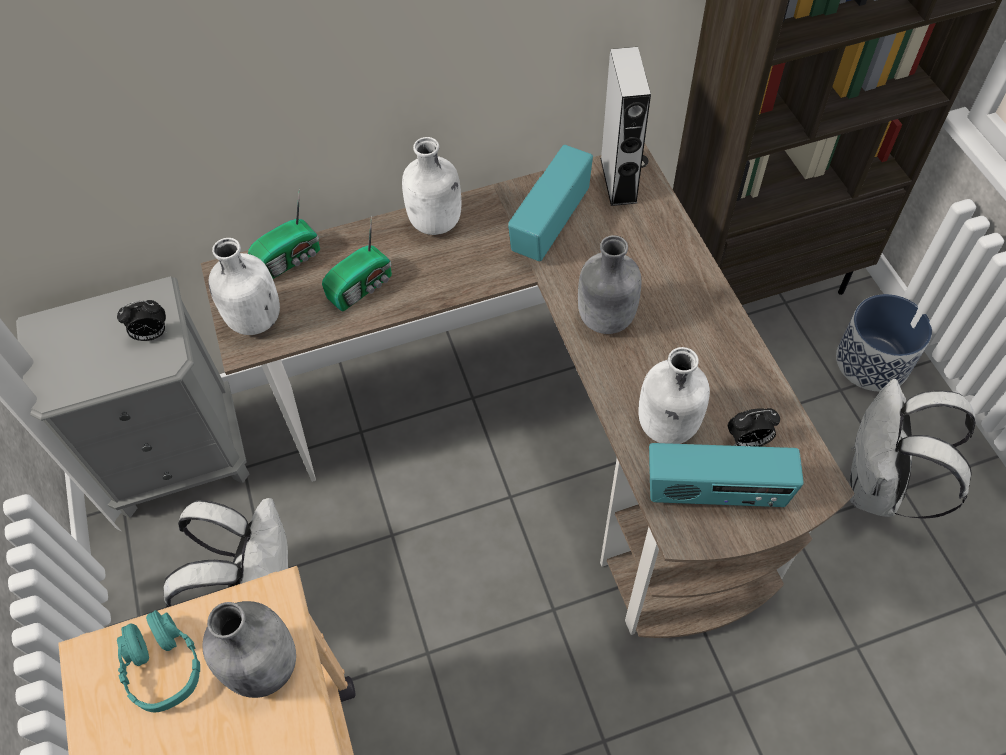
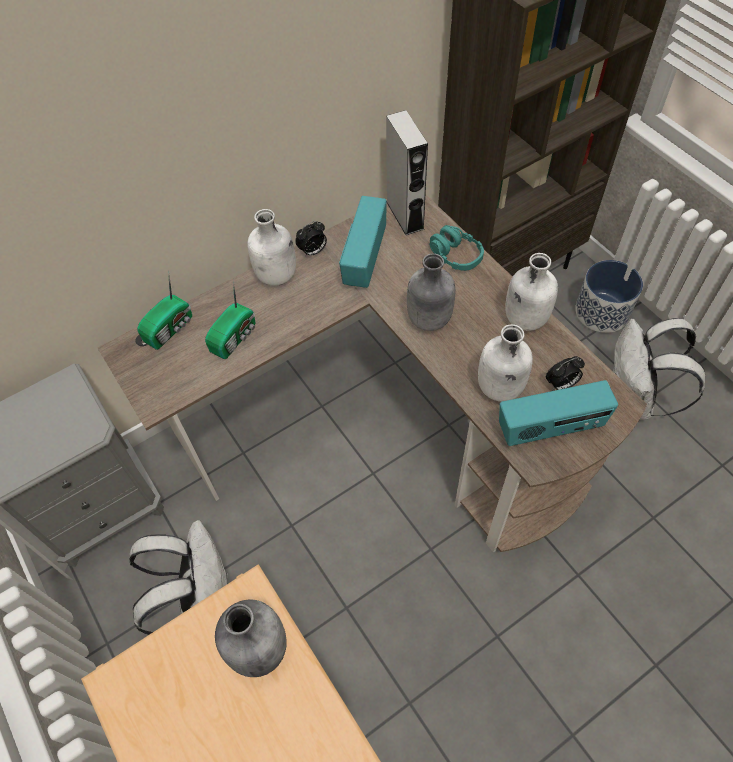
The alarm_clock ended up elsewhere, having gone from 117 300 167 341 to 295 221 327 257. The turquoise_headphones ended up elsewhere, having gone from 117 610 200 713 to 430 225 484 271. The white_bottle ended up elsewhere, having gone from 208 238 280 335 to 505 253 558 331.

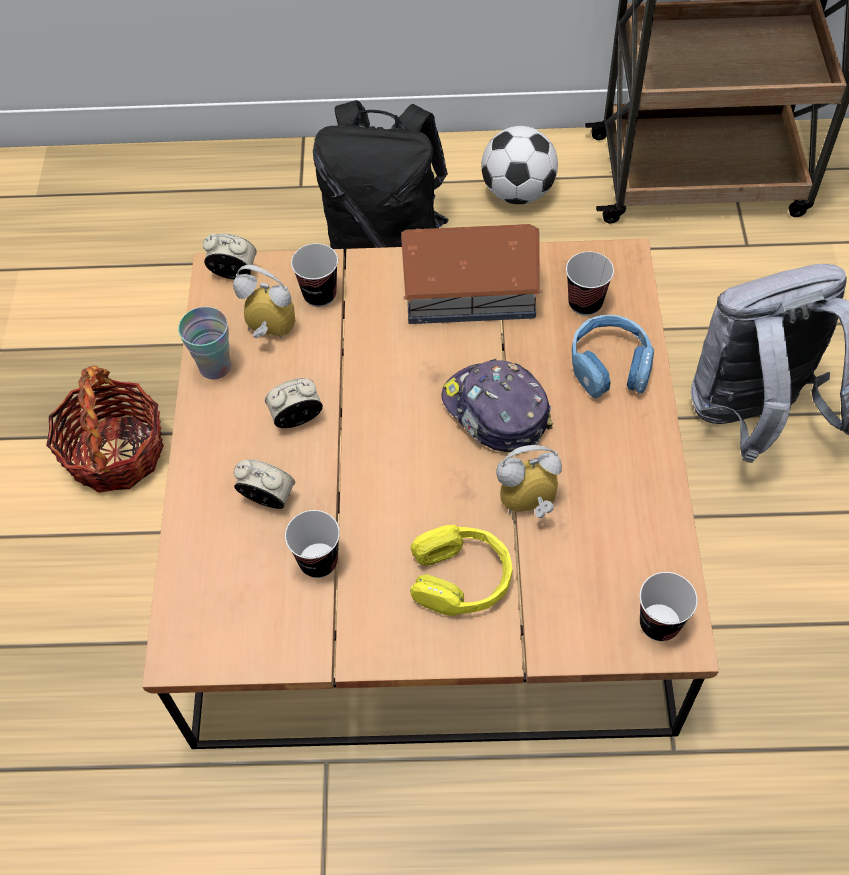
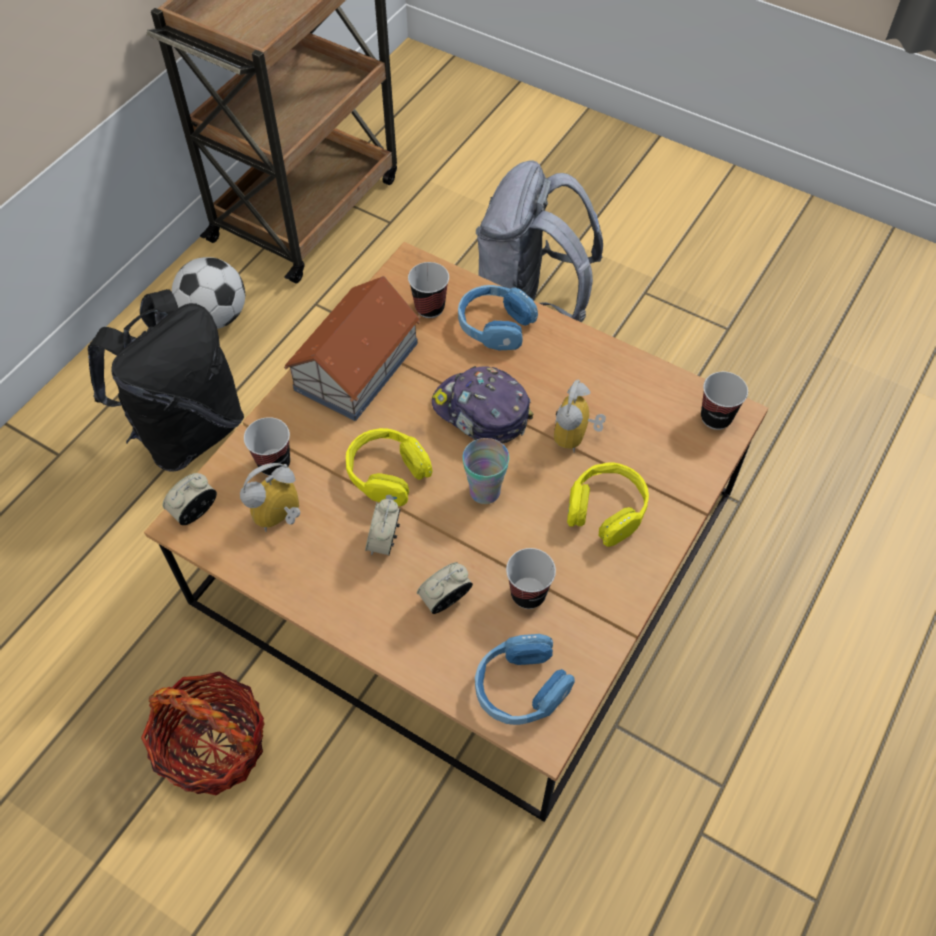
The cup ended up elsewhere, having gone from 178 307 231 379 to 462 438 509 504. The cap at 442 359 553 452 ended up facing another way, 45 degrees clockwise from before. The second view gained the yellow_headphones at 346 428 433 506. The second view gained the blue_headphones at 475 634 575 725.

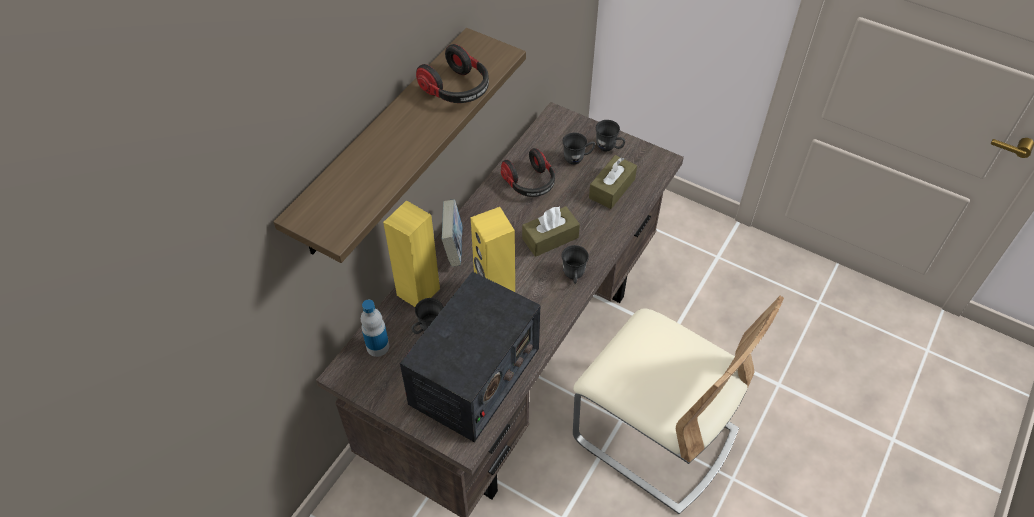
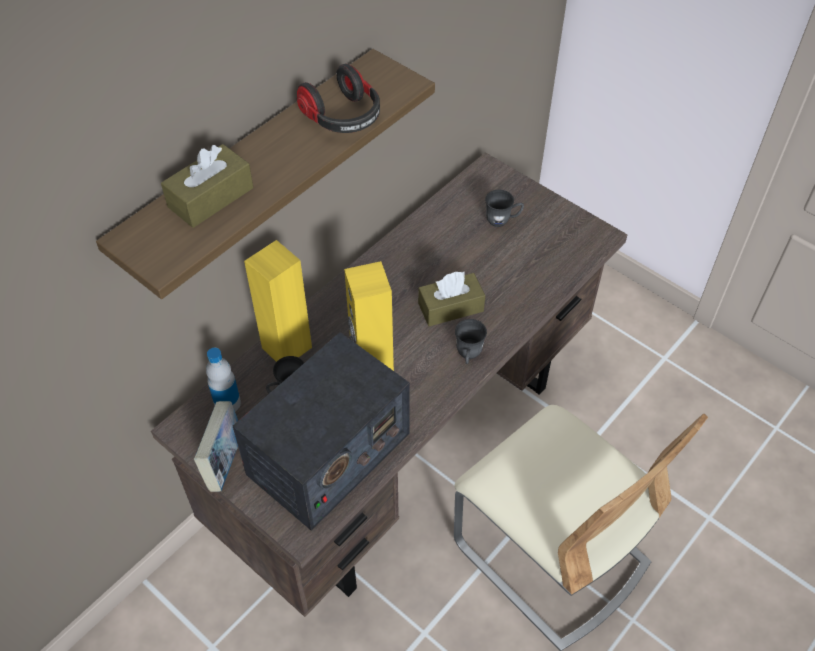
The book ended up elsewhere, having gone from 442 200 462 267 to 194 401 238 492. The second view lost the headphones at 501 148 555 197. The brown_tissue_box ended up elsewhere, having gone from 589 155 637 209 to 161 144 253 228. The second view lost the grey_mug at 596 120 625 152.

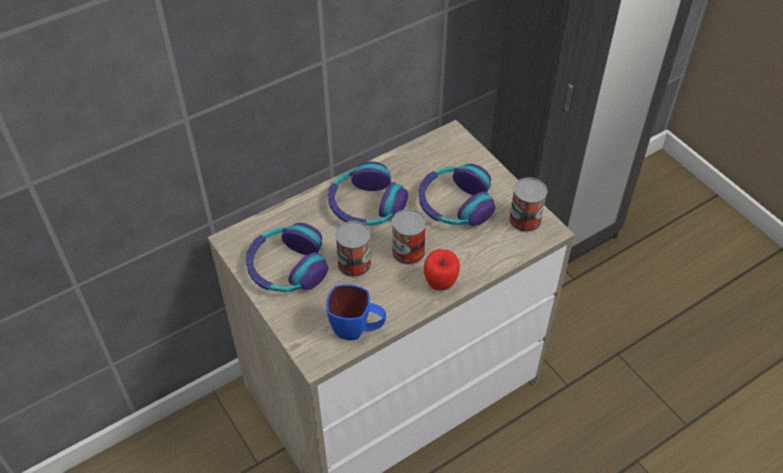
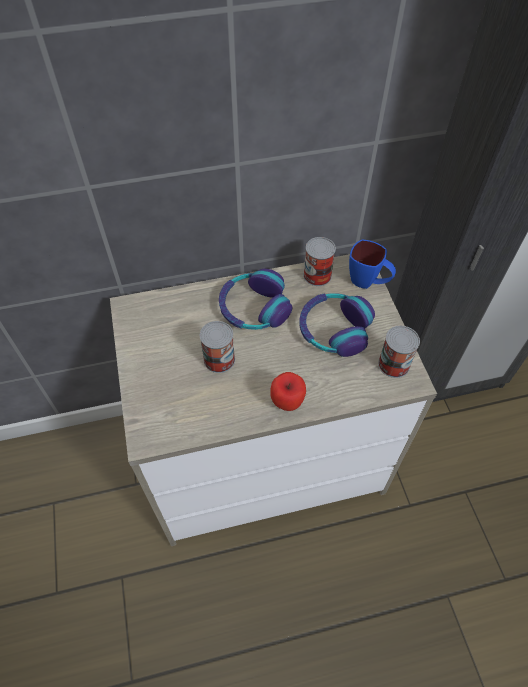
The second view lost the headphones at 246 223 328 292. The blue_mug ended up elsewhere, having gone from 326 284 386 340 to 349 240 396 289. The can ended up elsewhere, having gone from 392 209 426 265 to 303 237 336 286.

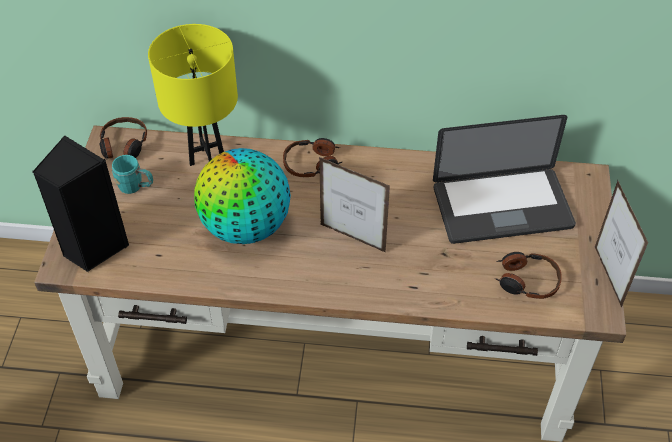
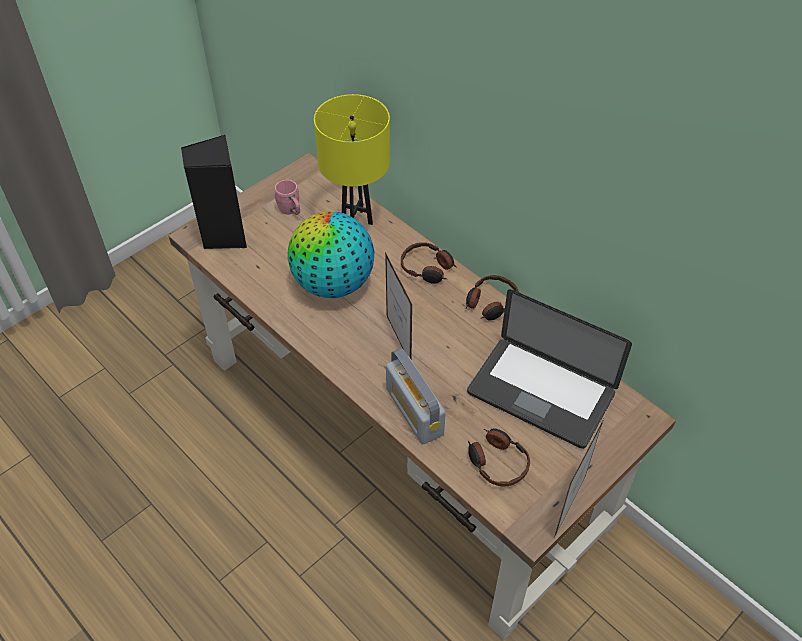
The headphones ended up elsewhere, having gone from 100 117 147 159 to 466 275 519 321. What was the turquoise_mug at 112 155 153 194 turned into the pink_mug at 274 180 300 215. The second view gained the radio at 386 348 446 444.

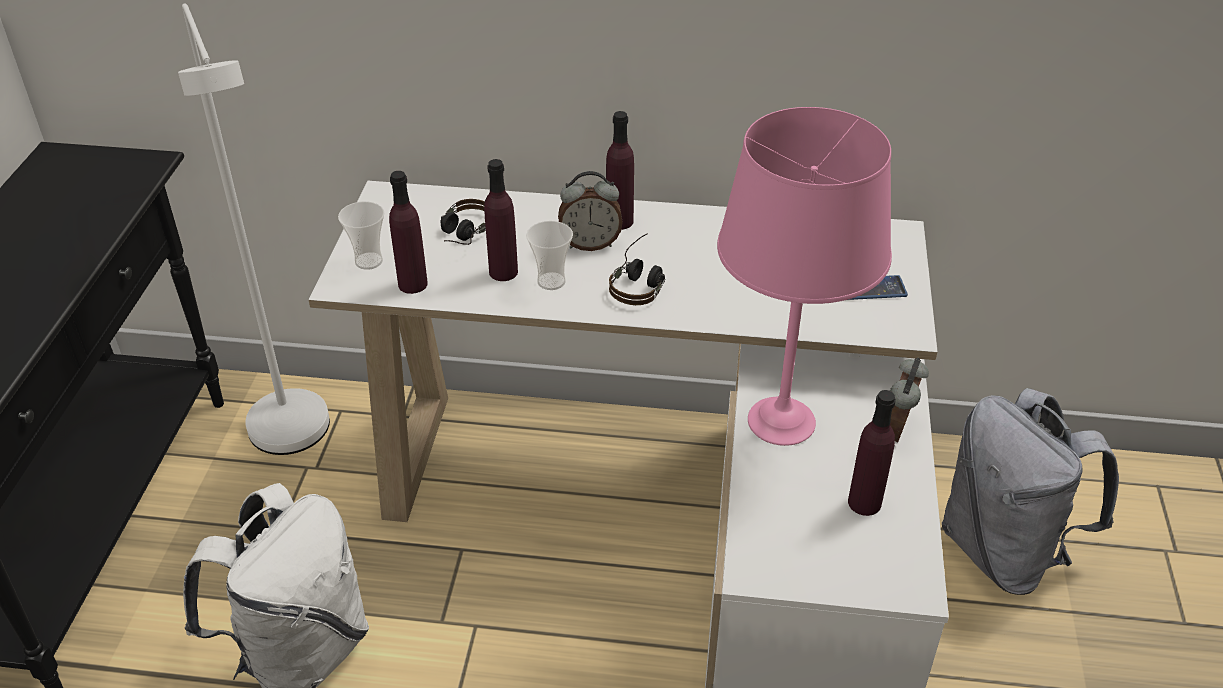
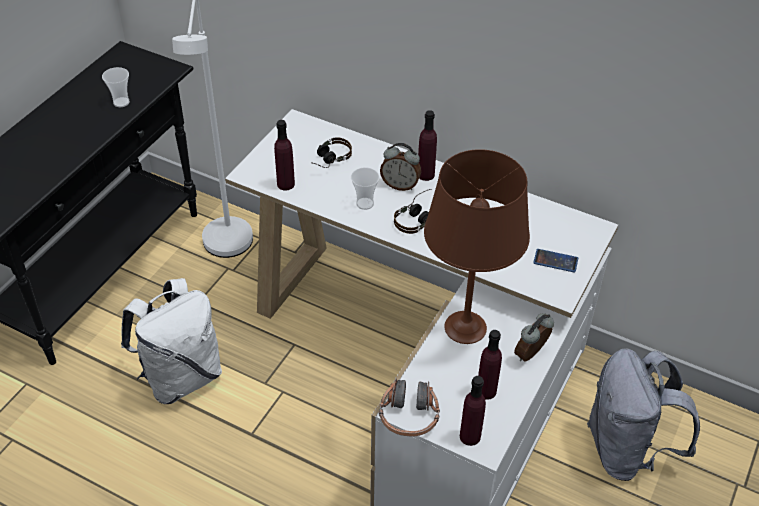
The cup ended up elsewhere, having gone from 338 201 384 270 to 102 67 130 107. The purple_bottle ended up elsewhere, having gone from 484 159 518 281 to 460 376 486 446. What was the pink_table_lamp at 717 107 892 446 turned into the brown_table_lamp at 424 149 530 344. The second view gained the headphones at 379 379 440 437.

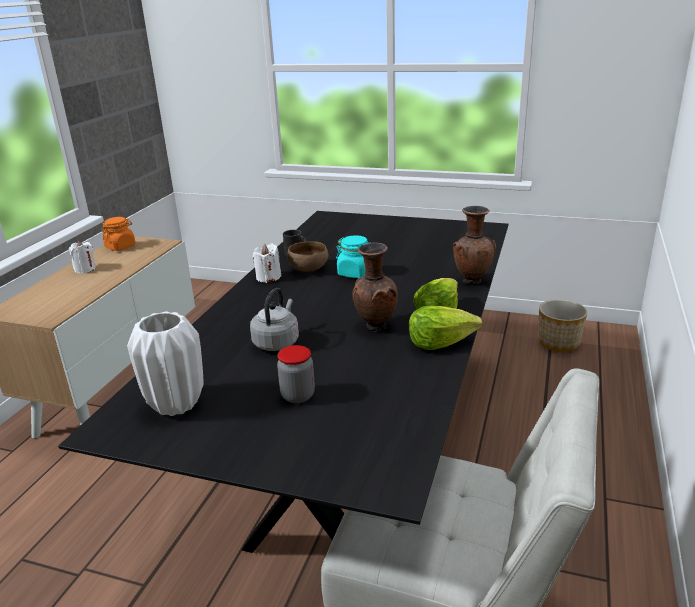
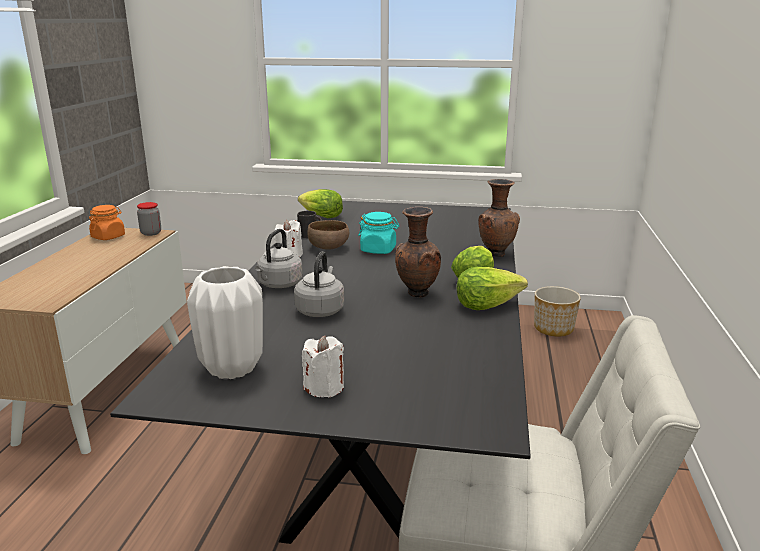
The white_candle ended up elsewhere, having gone from 69 241 96 273 to 302 336 344 398. The jar ended up elsewhere, having gone from 277 345 315 403 to 137 202 161 236. The second view gained the grey_kettle at 255 229 303 288. The second view gained the lettuce at 298 189 343 218.

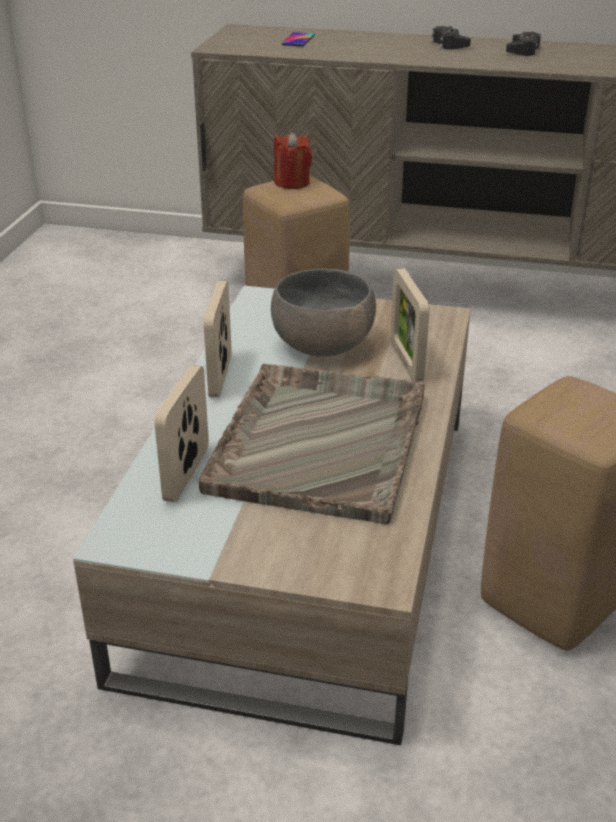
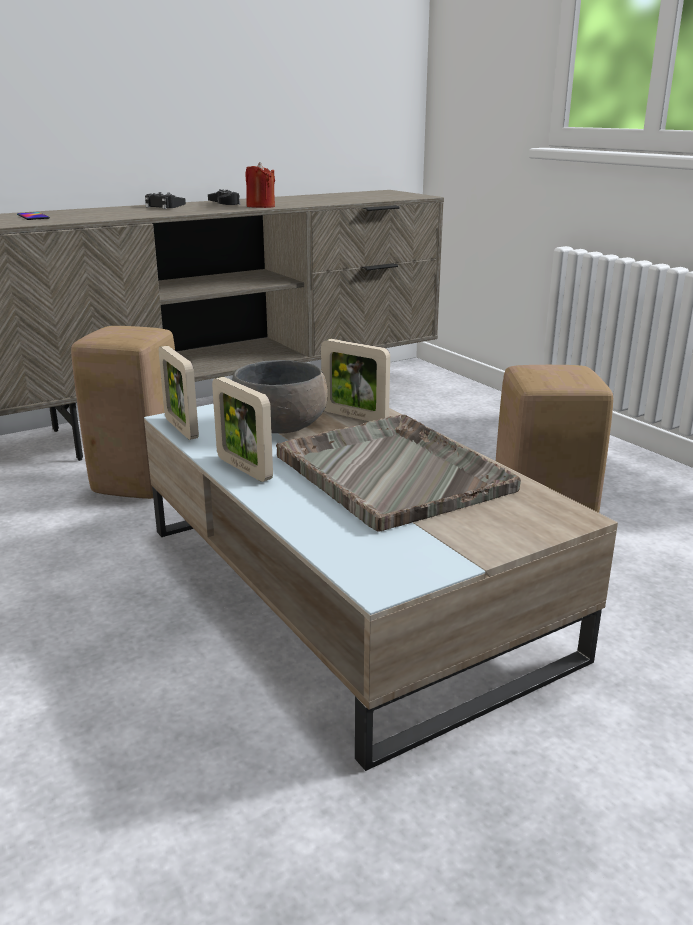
The picture_frame ended up elsewhere, having gone from 155 365 209 502 to 159 346 199 440. The red_candle ended up elsewhere, having gone from 274 132 312 189 to 245 162 275 208.

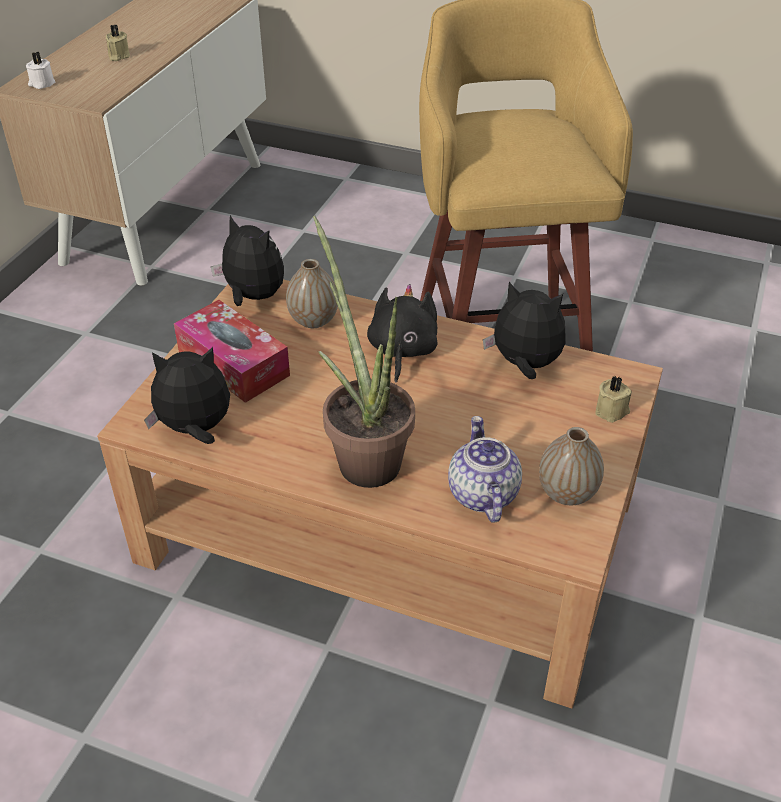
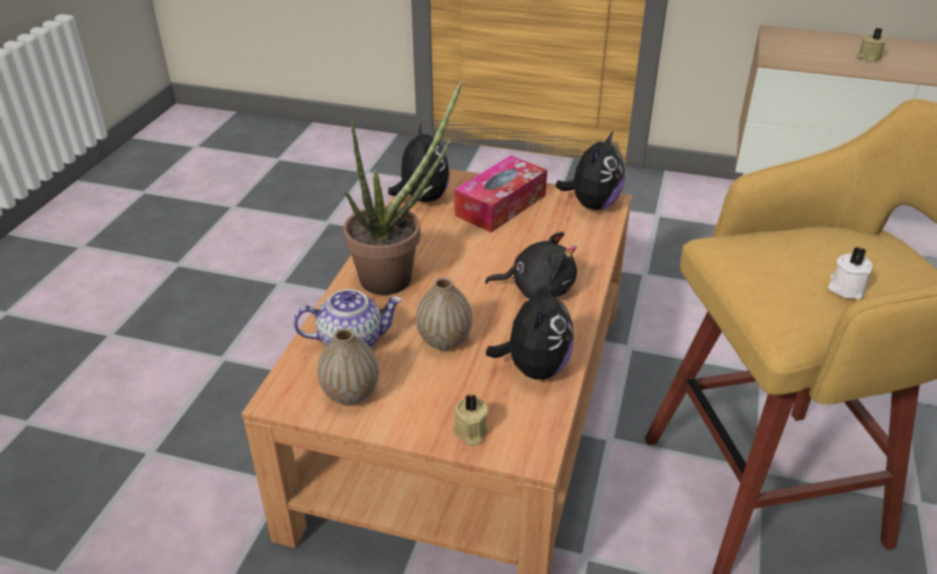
The white_candle ended up elsewhere, having gone from 26 52 55 89 to 828 247 873 299. The vase ended up elsewhere, having gone from 286 259 338 328 to 416 277 472 350.

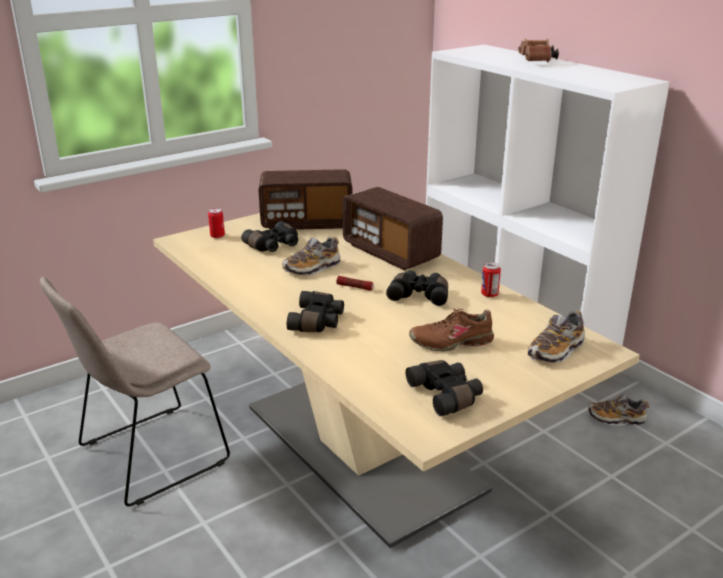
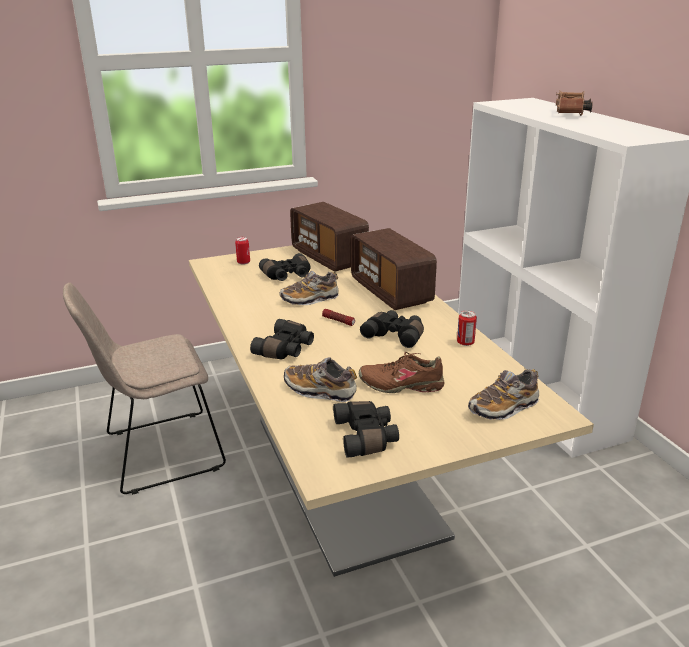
The radio at 259 169 353 230 ended up facing another way, 45 degrees clockwise from before. The shoe ended up elsewhere, having gone from 588 394 649 426 to 284 357 357 402.

